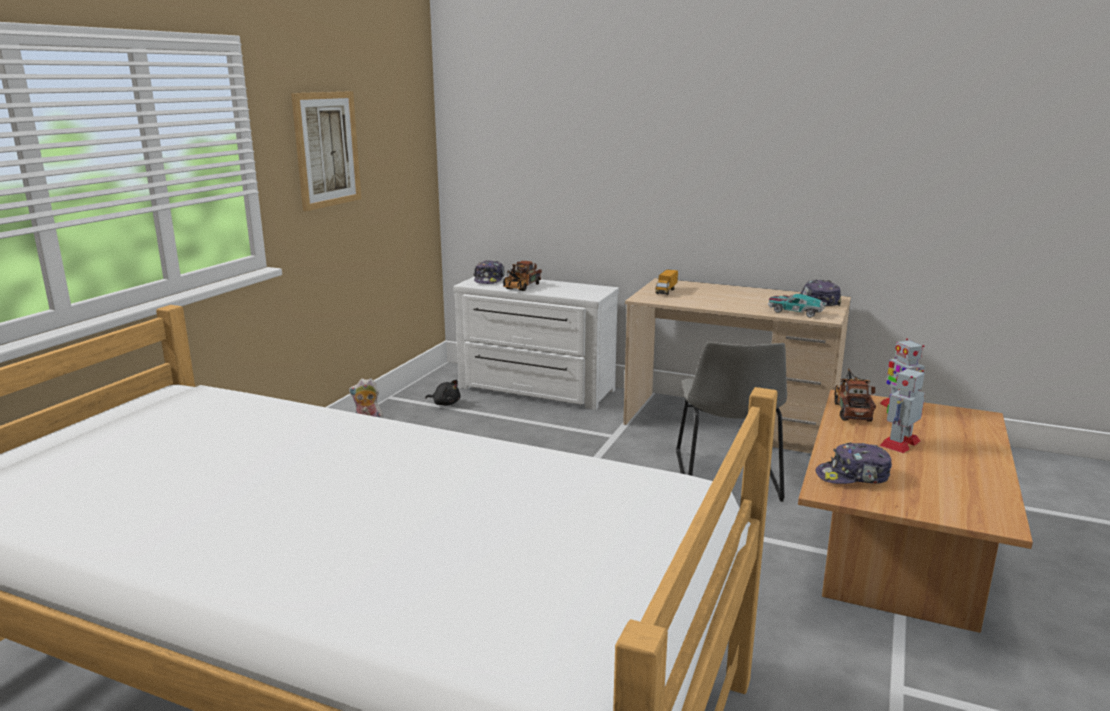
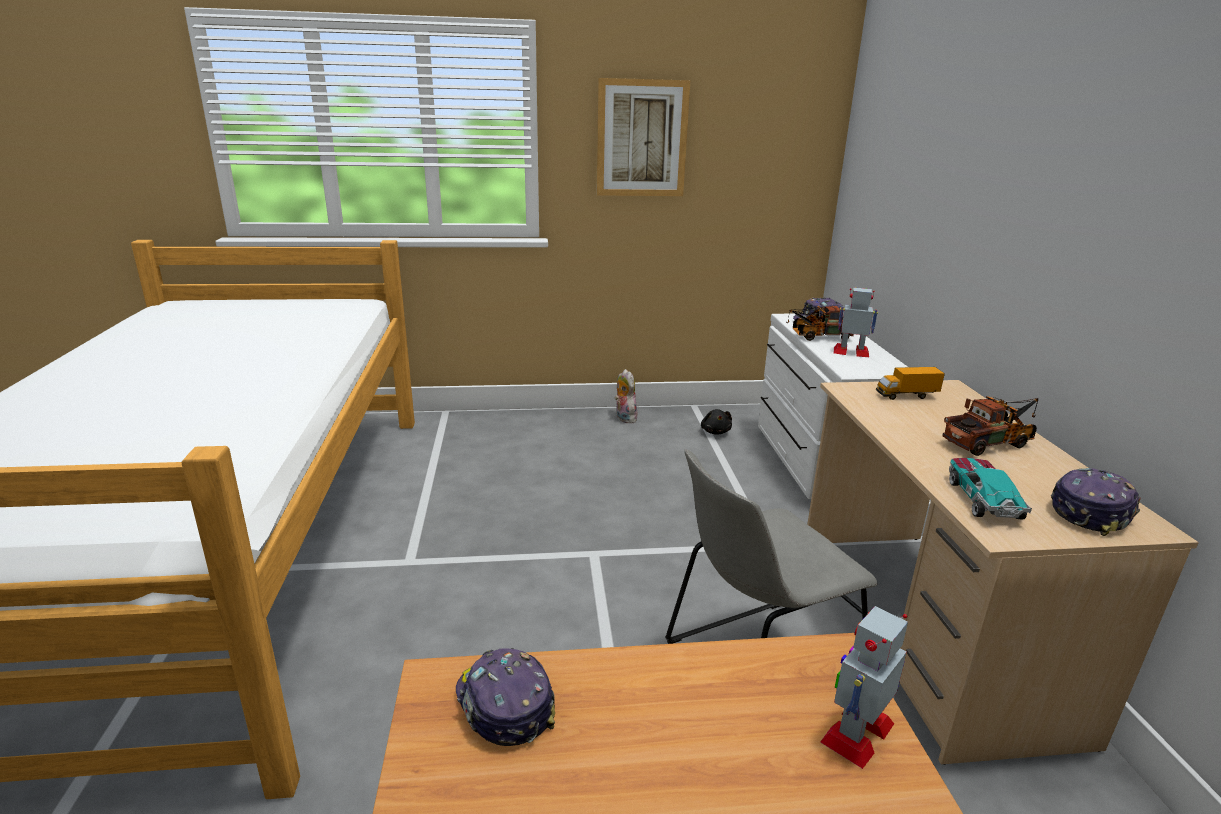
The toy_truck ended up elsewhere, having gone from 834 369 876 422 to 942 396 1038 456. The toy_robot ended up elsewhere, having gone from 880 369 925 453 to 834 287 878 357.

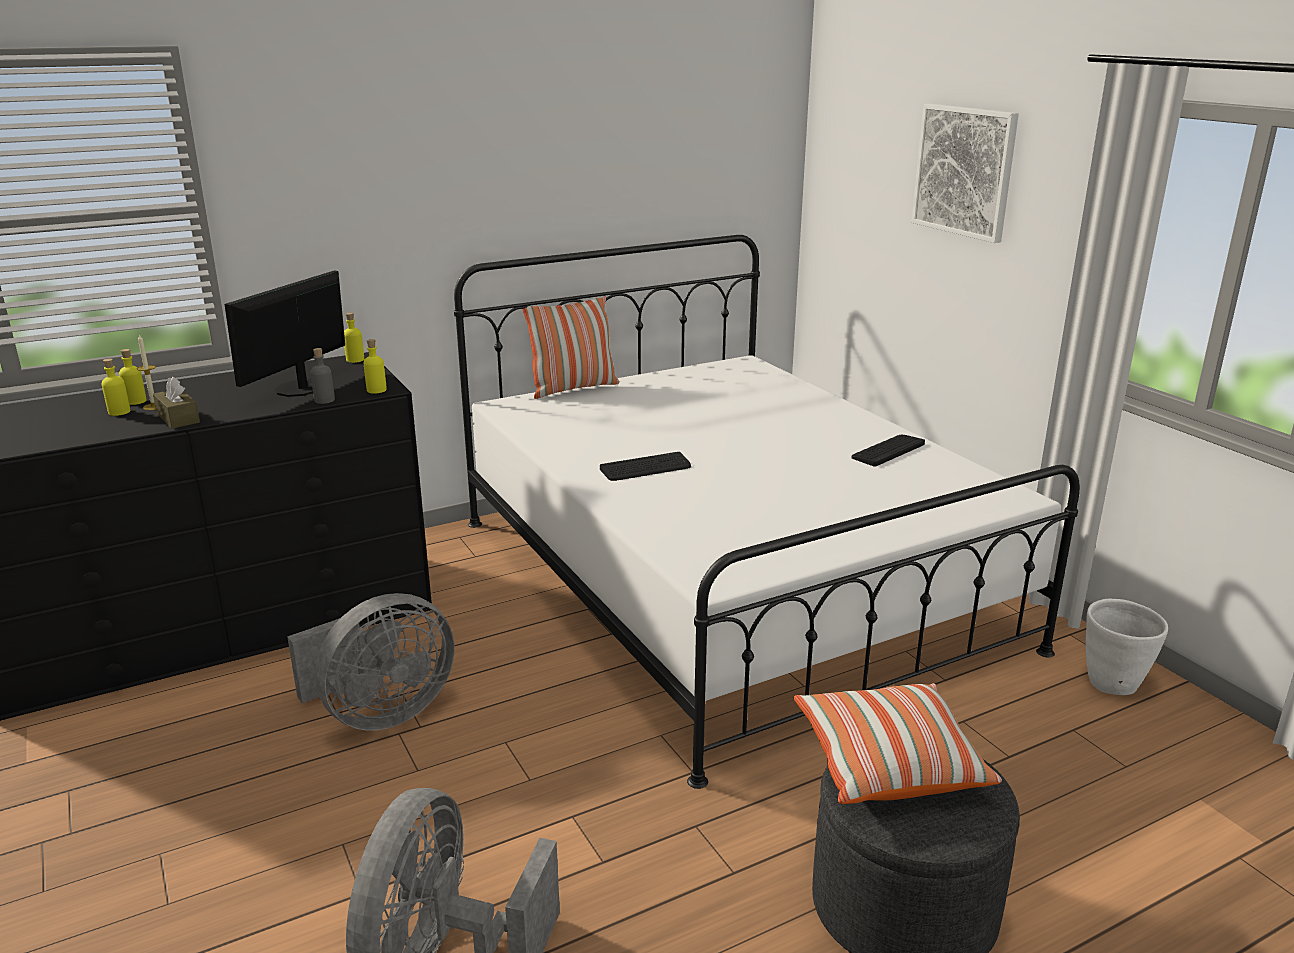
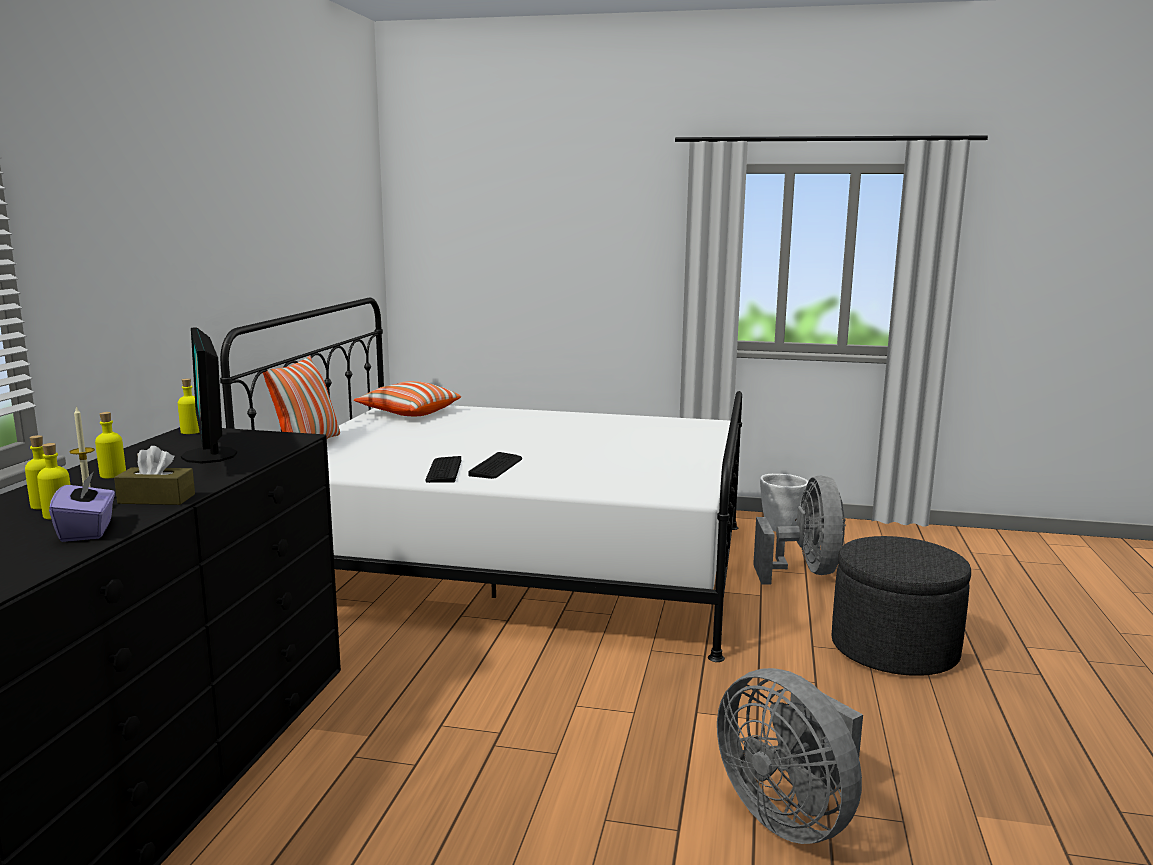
The grey_fan ended up elsewhere, having gone from 287 593 455 731 to 753 476 846 585. The second view lost the grey_bottle at 310 348 335 404. The yellow_bottle ended up elsewhere, having gone from 363 339 387 394 to 95 412 126 478. The pillow ended up elsewhere, having gone from 793 683 1002 804 to 354 381 461 416. The keyboard ended up elsewhere, having gone from 851 435 925 467 to 425 456 461 483. The second view lost the picture at 912 104 1019 243. The second view gained the purple_tissue_box at 49 473 115 542.

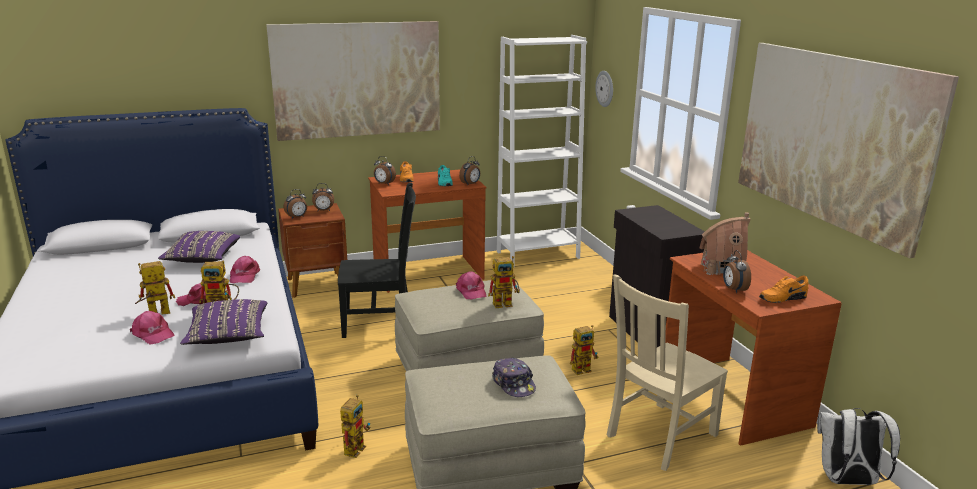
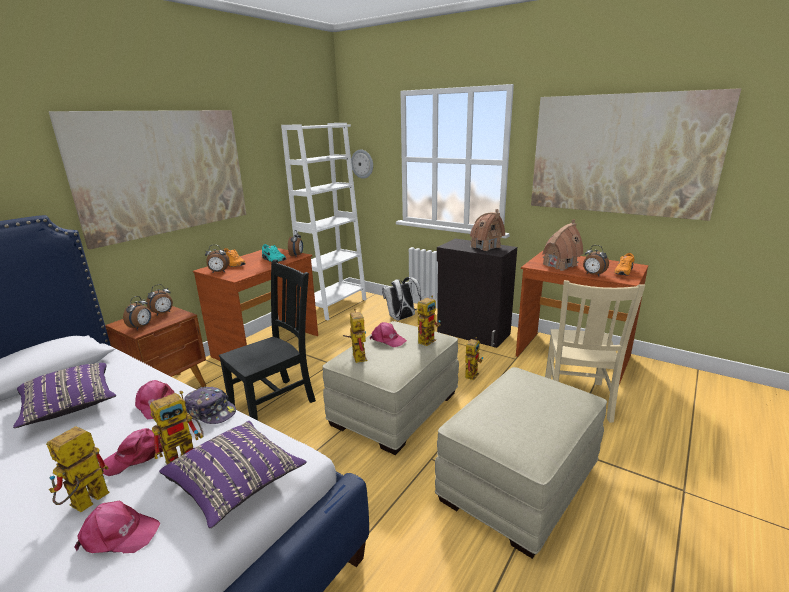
The toy_robot ended up elsewhere, having gone from 340 395 370 458 to 343 309 367 363. The cap ended up elsewhere, having gone from 492 358 536 397 to 184 387 236 424. The white_backpack ended up elsewhere, having gone from 817 408 900 485 to 382 277 421 320. The second view gained the toy_house at 470 209 505 251.

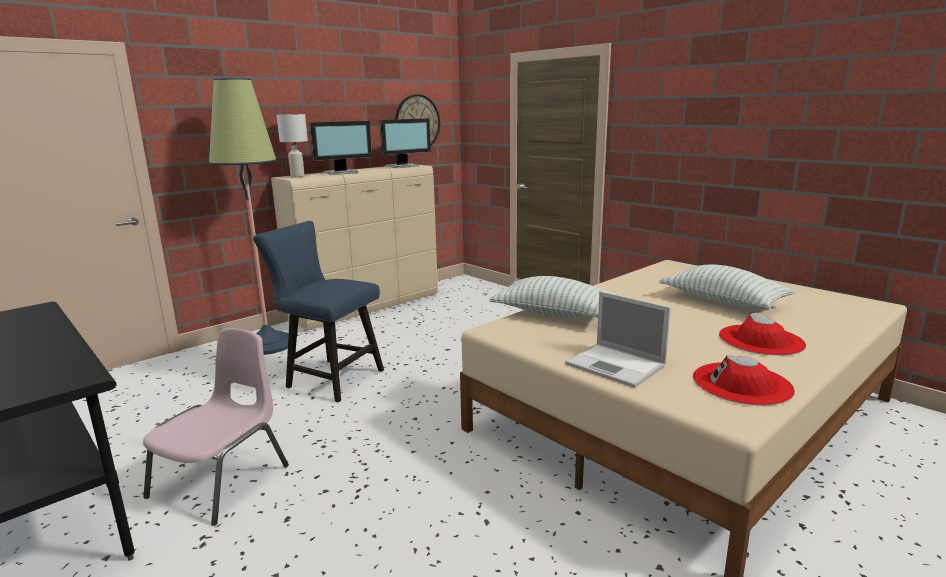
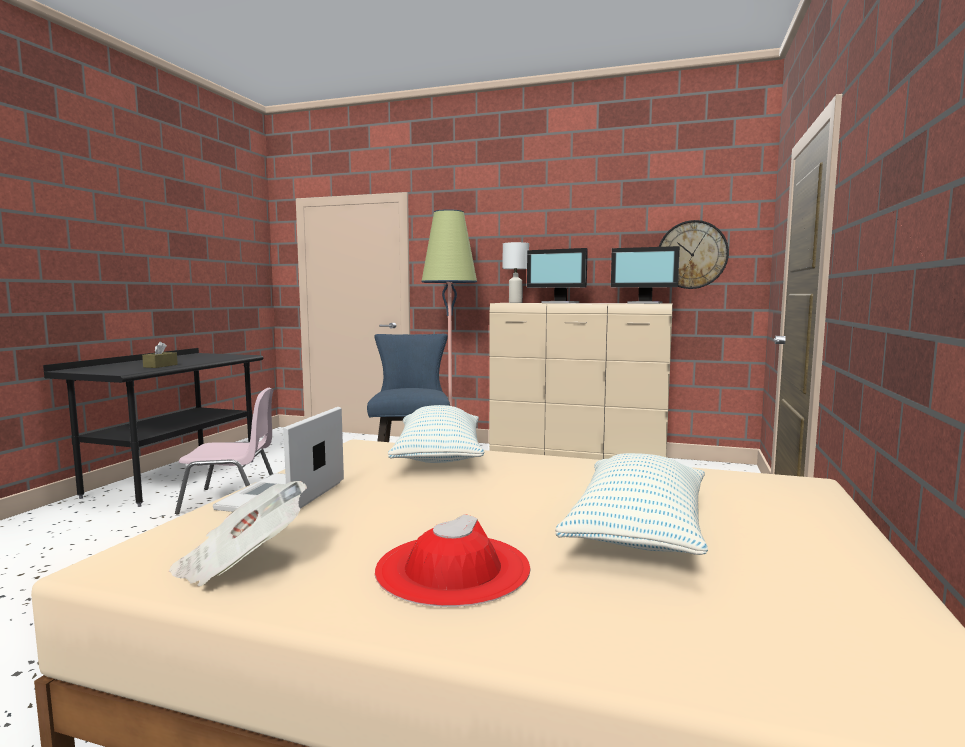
Where the red_hat stood at 693 355 795 405, the newspaper came to stand at 169 481 307 586. The second view gained the brown_tissue_box at 142 342 178 368.

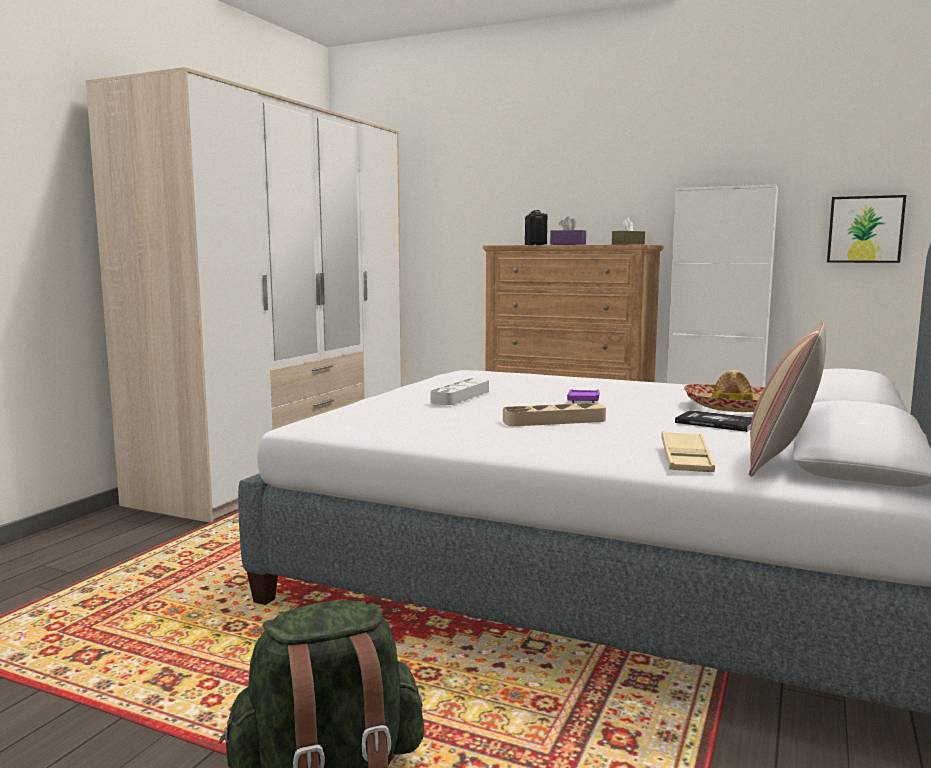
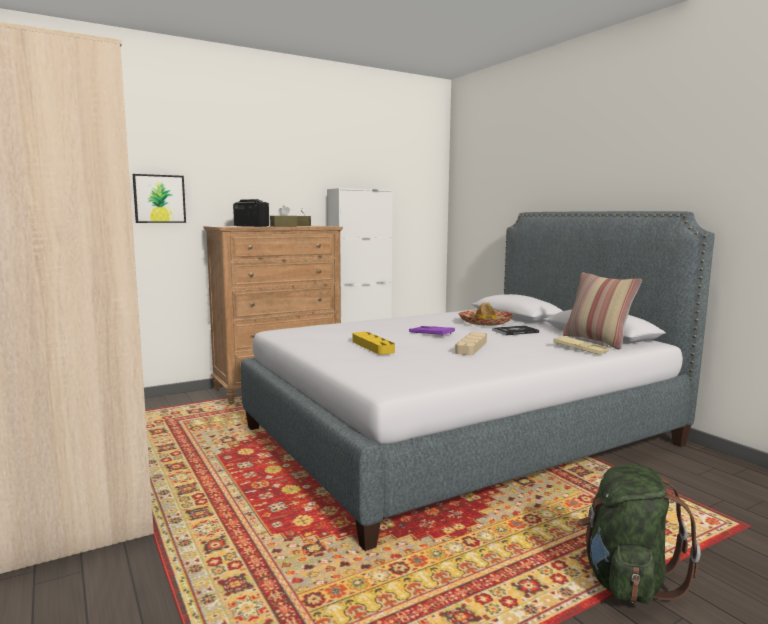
What was the grey_tray at 430 378 489 405 turned into the yellow_tray at 353 332 395 355. What was the purple_tissue_box at 550 216 586 245 turned into the brown_tissue_box at 270 205 298 227. The picture ended up elsewhere, having gone from 827 195 906 263 to 133 174 186 223.

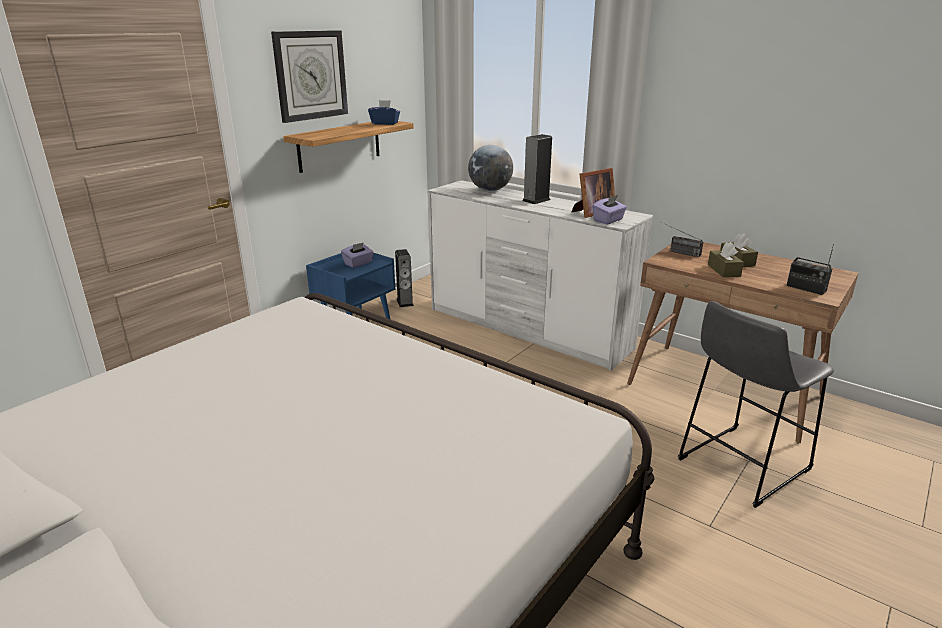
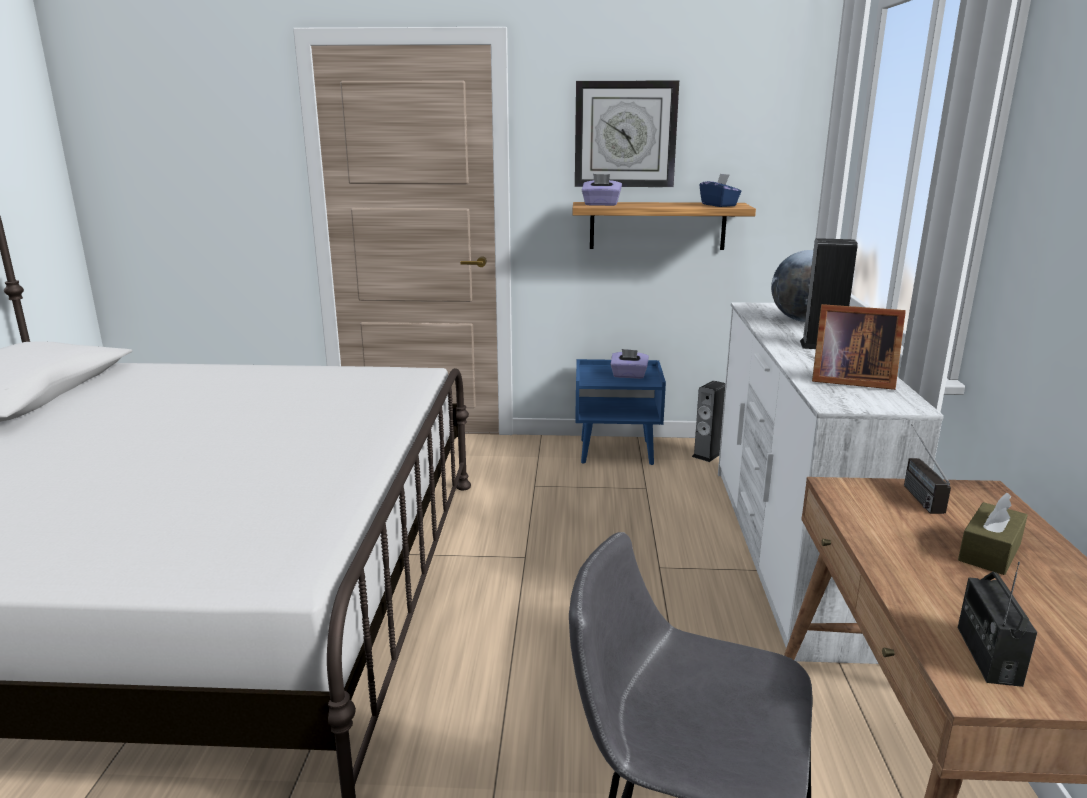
The purple_tissue_box ended up elsewhere, having gone from 592 195 627 224 to 582 174 622 206. The second view lost the brown_tissue_box at 708 242 744 277.

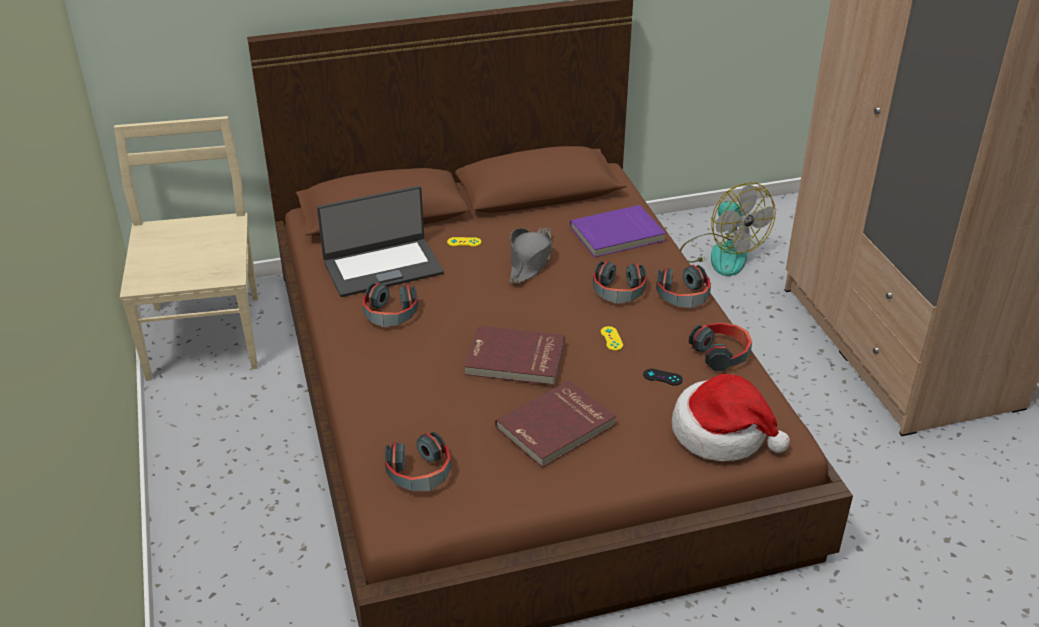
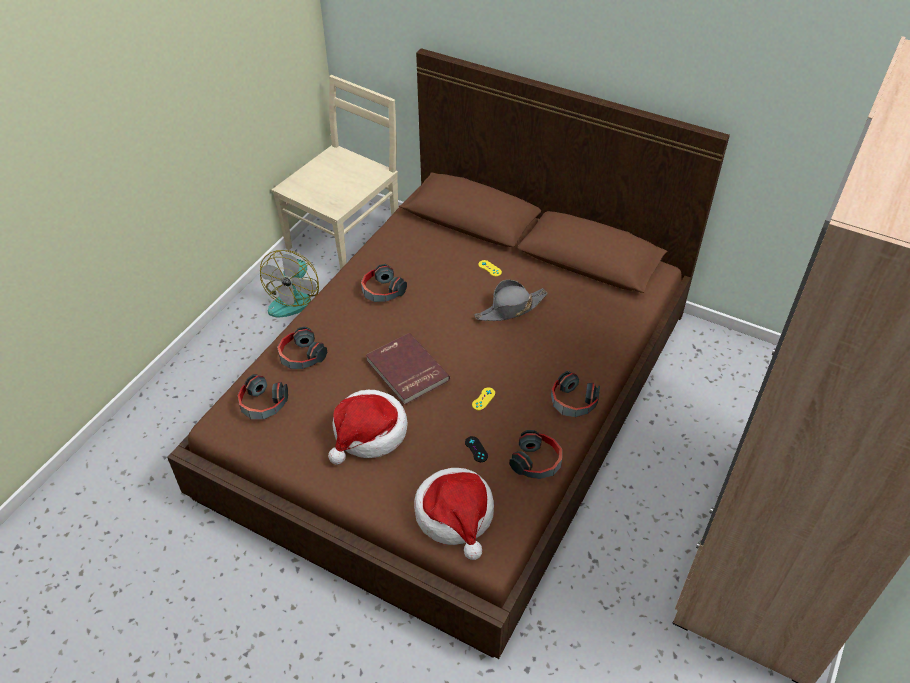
The second view lost the laptop at 317 186 444 297. Where the red_book stood at 495 380 616 467, the hat came to stand at 328 390 408 465. The second view lost the purple_book at 570 205 666 257. The headphones ended up elsewhere, having gone from 593 260 647 304 to 277 327 327 369. The fan ended up elsewhere, having gone from 680 182 776 276 to 260 250 319 317.

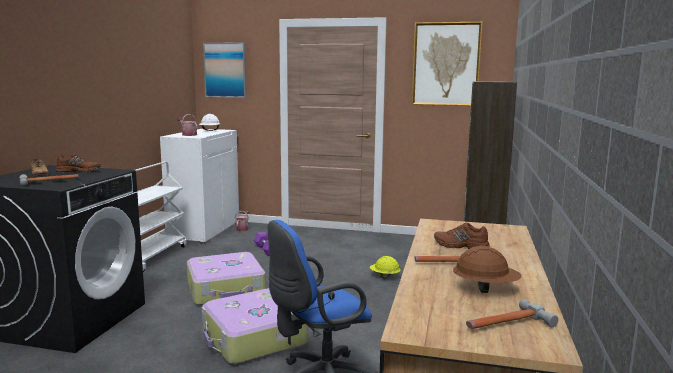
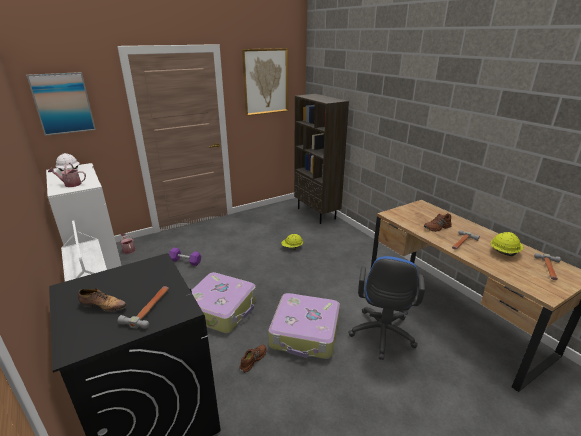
The brown_shoe ended up elsewhere, having gone from 55 153 101 173 to 239 345 266 373. What was the brown_hard_hat at 453 246 522 293 turned into the yellow_hard_hat at 491 232 523 256.

